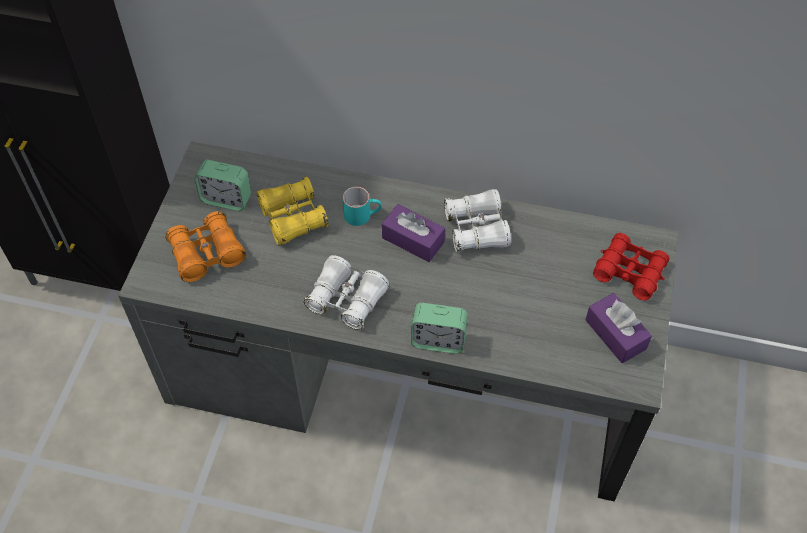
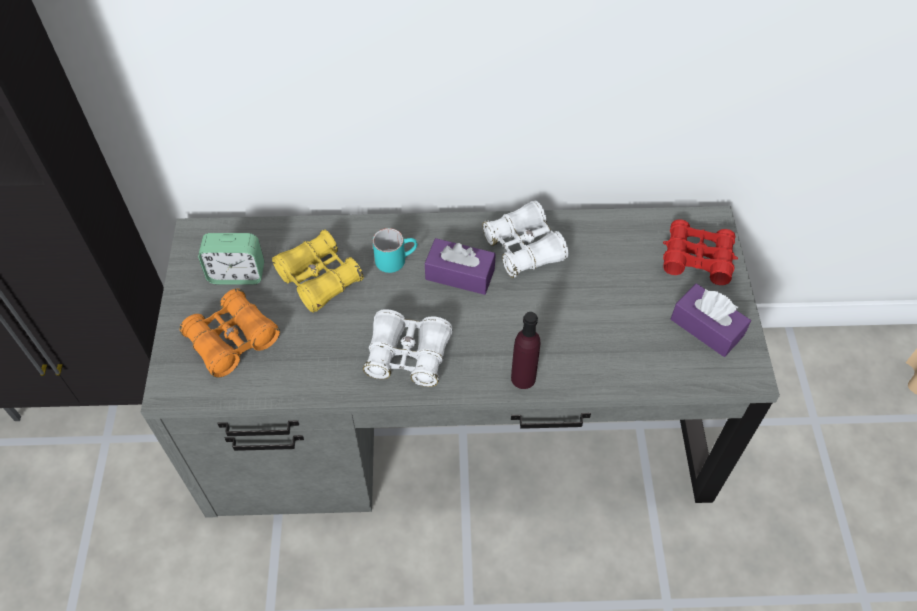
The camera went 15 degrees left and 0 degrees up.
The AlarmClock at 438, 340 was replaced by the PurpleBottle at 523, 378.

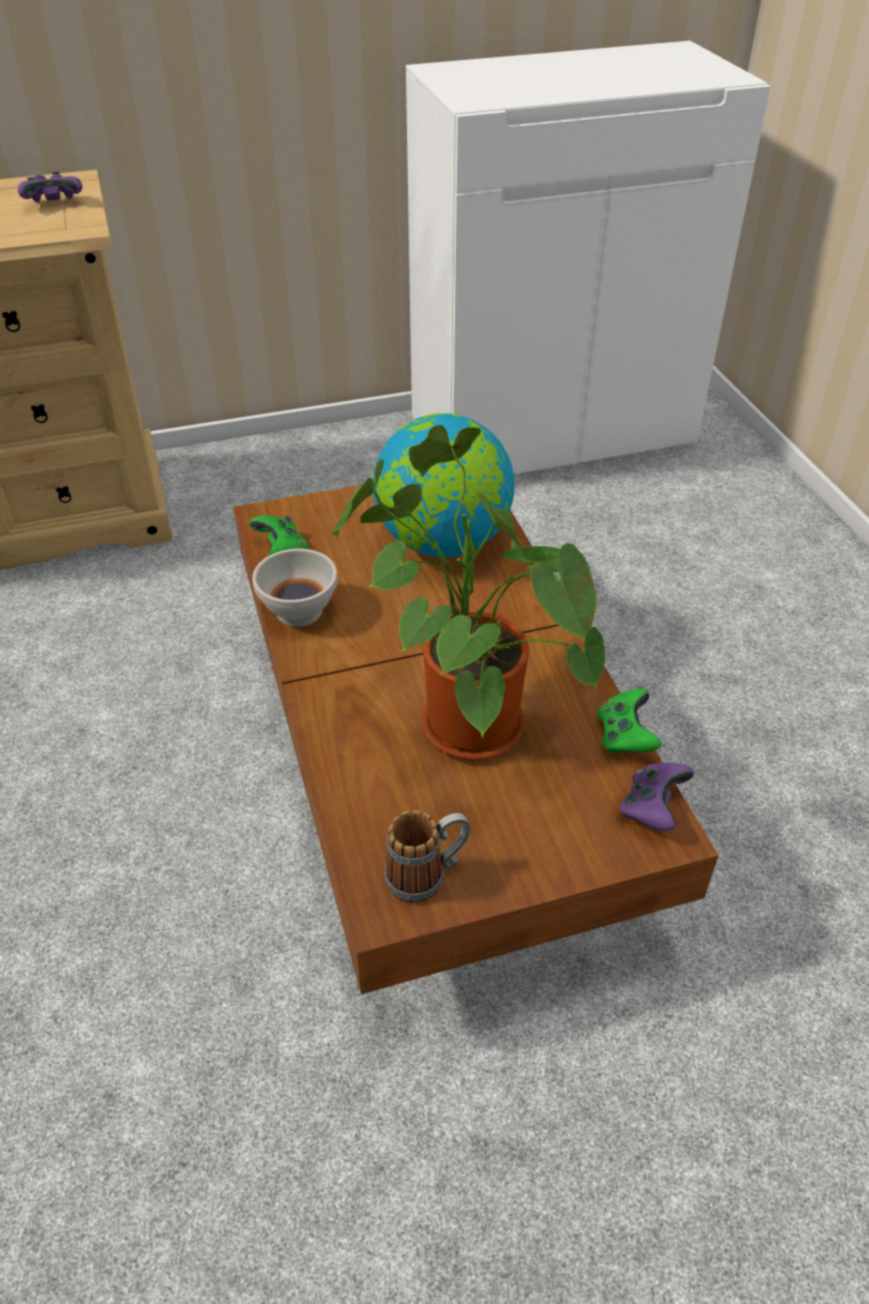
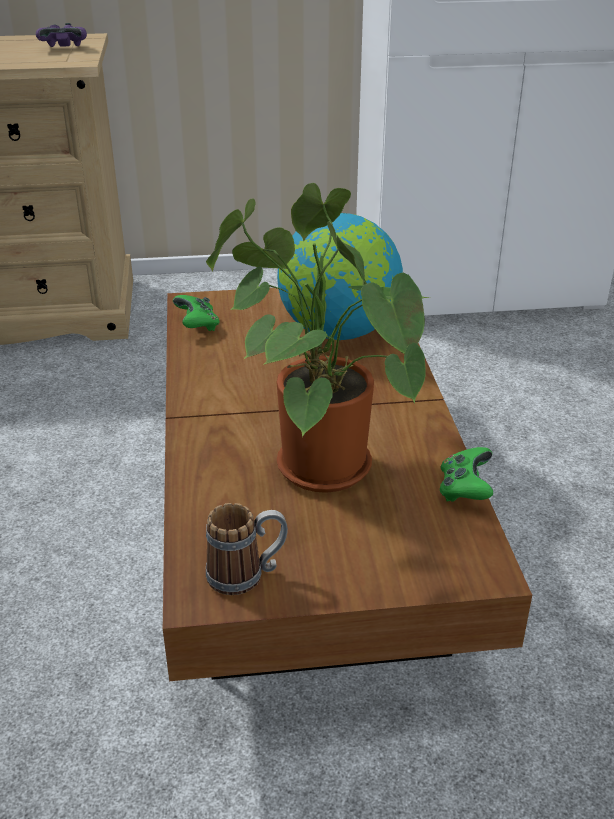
The camera went 10 degrees right and 10 degrees down.
The WhiteBowl at 298, 611 disappeared.
The PurpleGameController at 652, 807 disappeared.

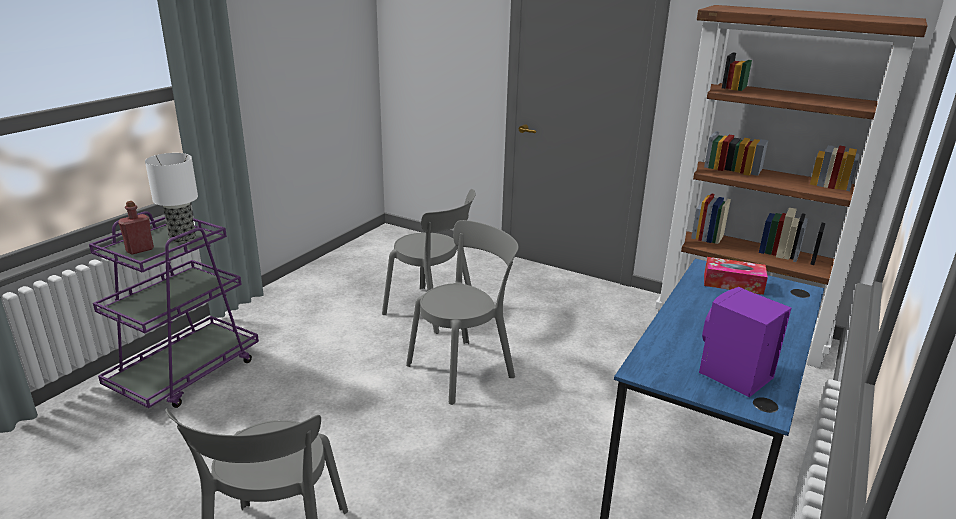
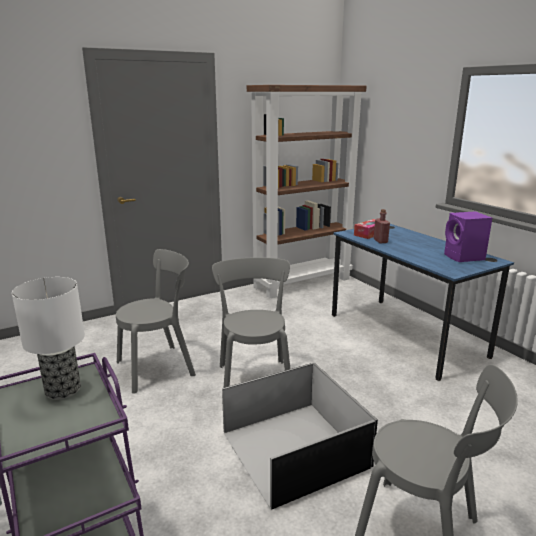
The camera went 60 degrees left and 5 degrees down.
The RedBottle moved from 140, 250 to 380, 241.
The BlackStorageBox at 293, 448 appeared.

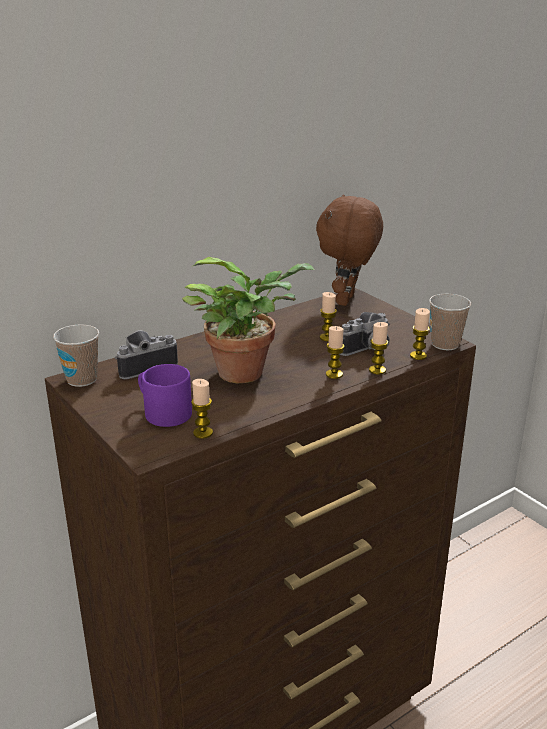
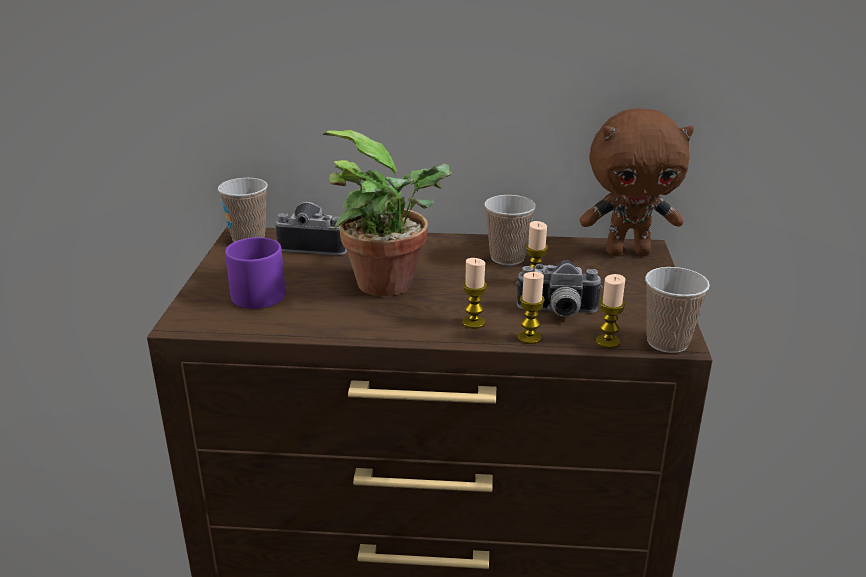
The camera went 40 degrees right and 0 degrees up.
The BrownPlushToy at 347, 300 turned 150 degrees counterclockwise.
The Candle at 203, 433 disappeared.
The Cup at 507, 258 appeared.

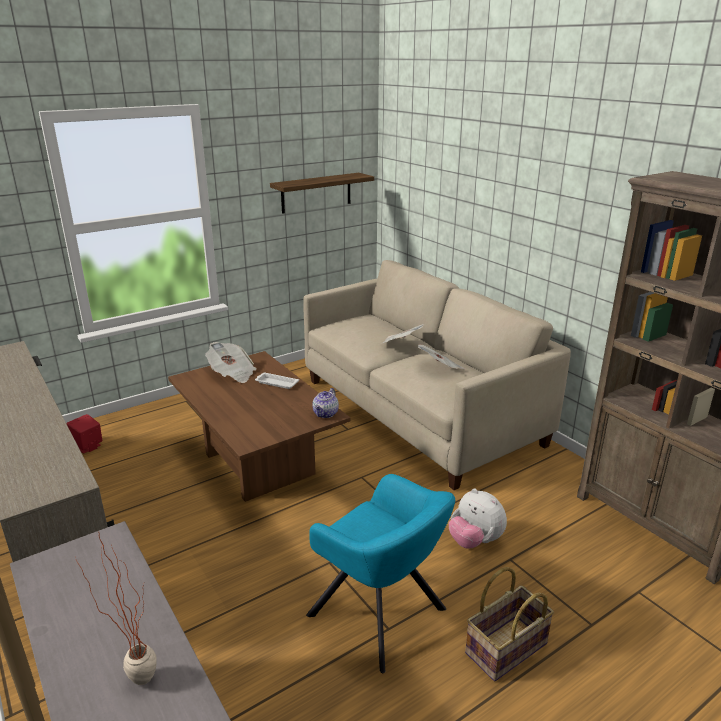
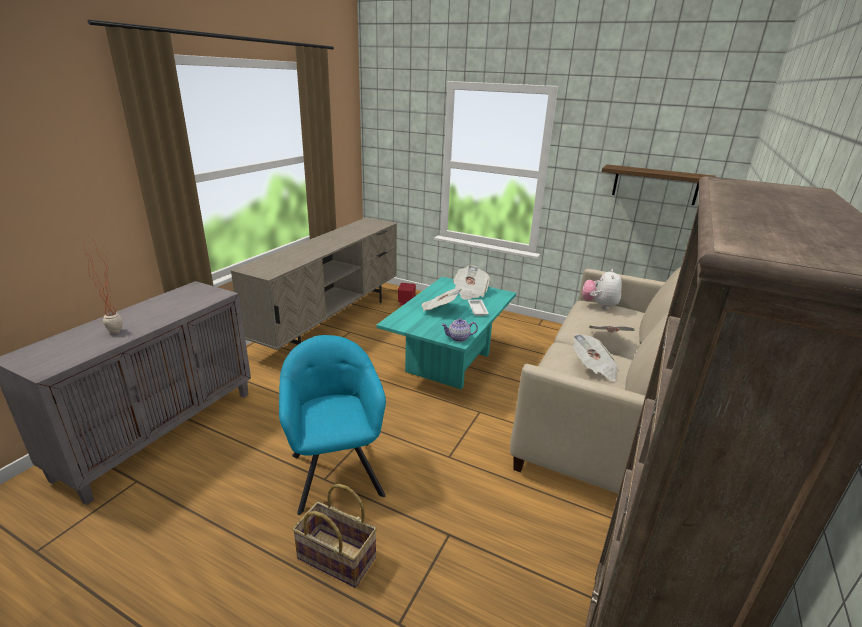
The camera went 60 degrees right and 0 degrees up.
The BrownCoffeeTable at 259, 464 became the TurquoiseCoffeeTable at 448, 362.
The TurquoiseArmchair at 381, 615 turned 150 degrees clockwise.
The PlushToy moved from 475, 541 to 599, 306.
The Newspaper at 440, 309 appeared.

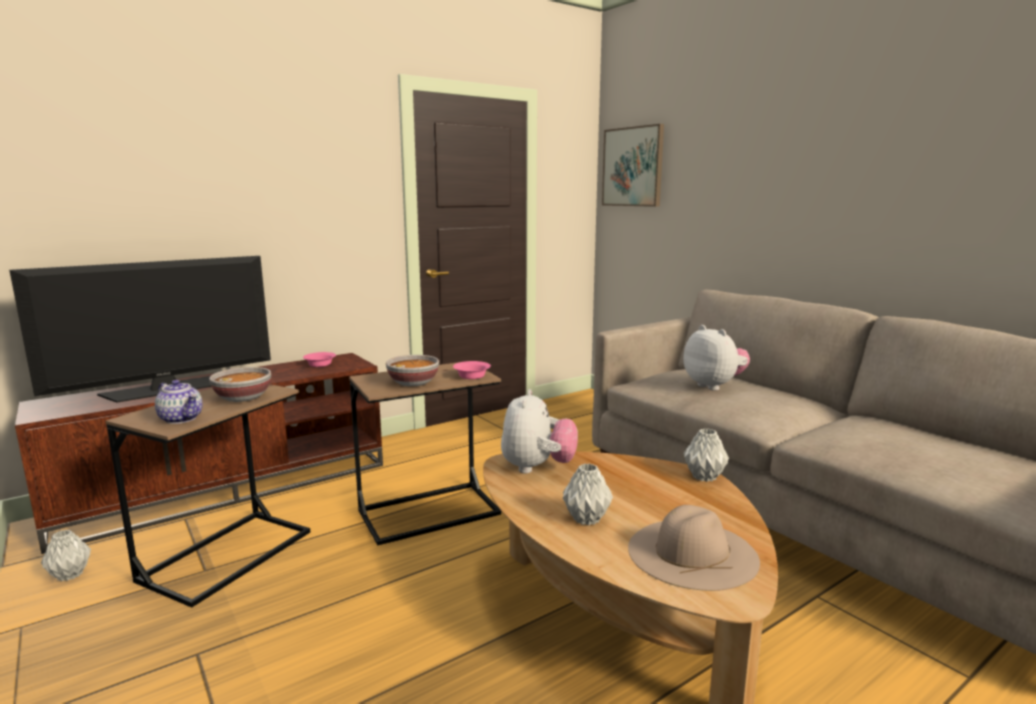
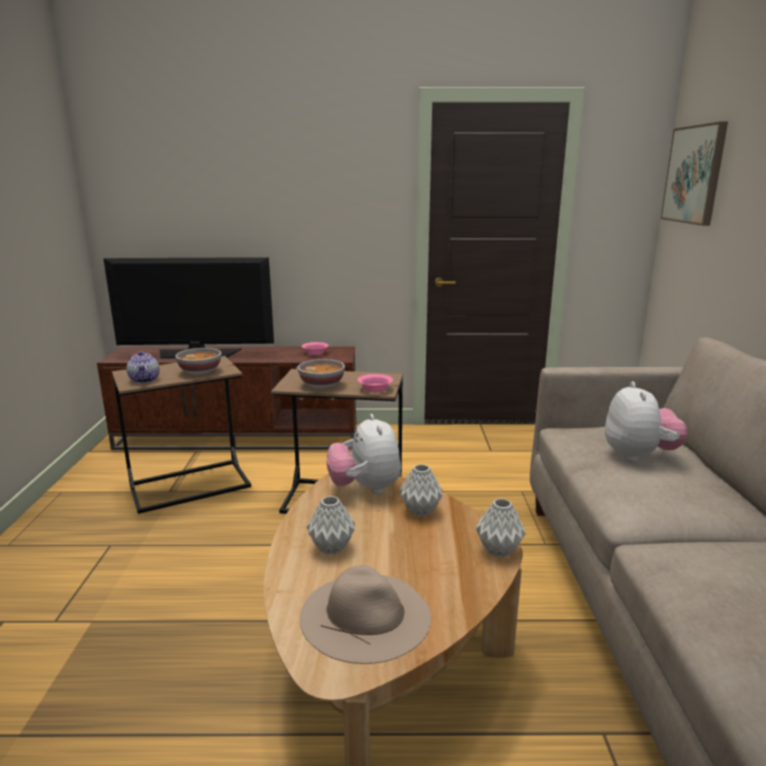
The camera went 35 degrees right and 5 degrees up.
The PlushToy at 537, 468 turned 120 degrees clockwise.
The GreyVase moved from 69, 575 to 420, 512.

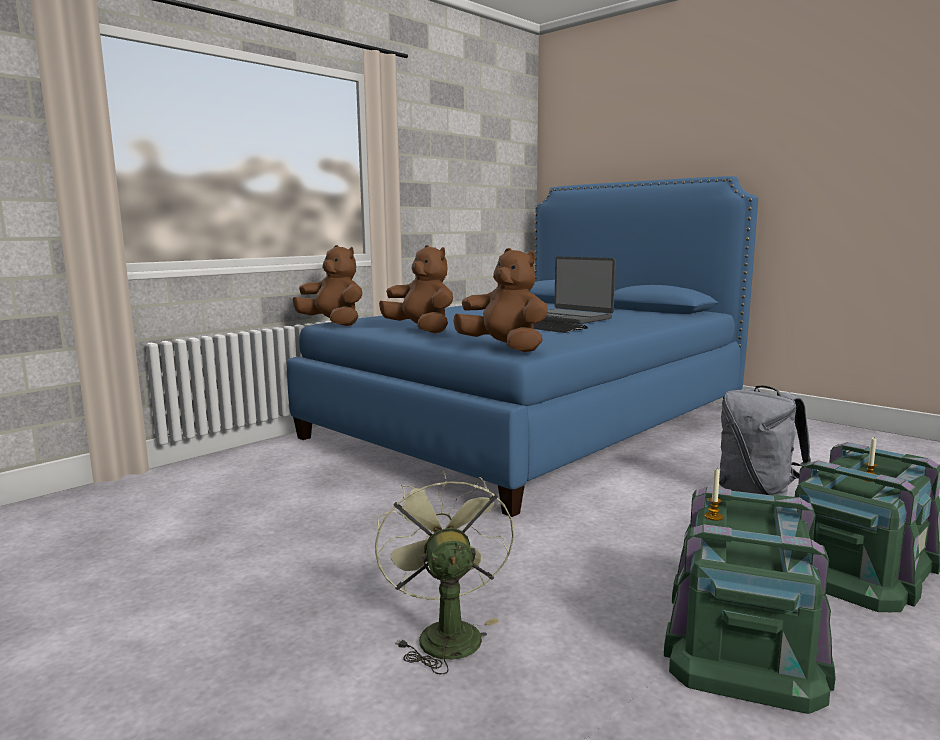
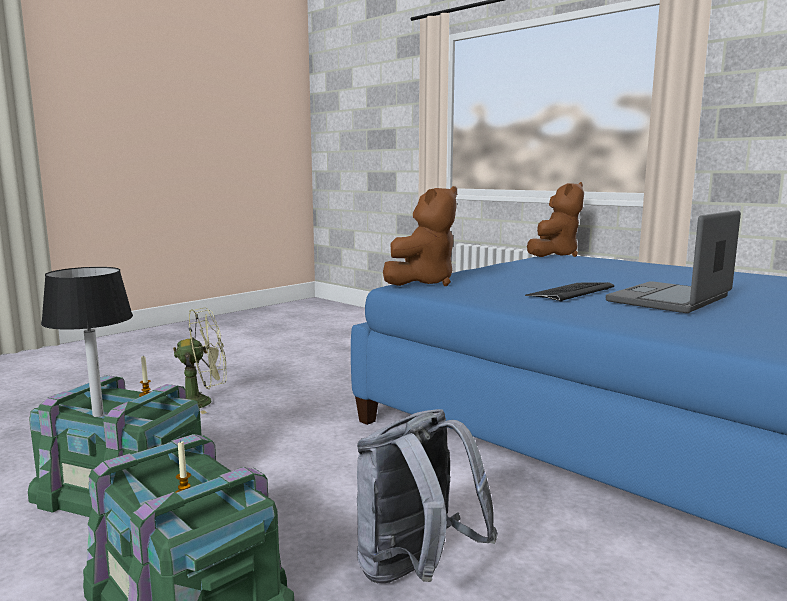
The camera went 90 degrees right and 0 degrees up.
The BrownPlushToy at 421, 330 disappeared.
The BlackTableLamp at 98, 415 appeared.

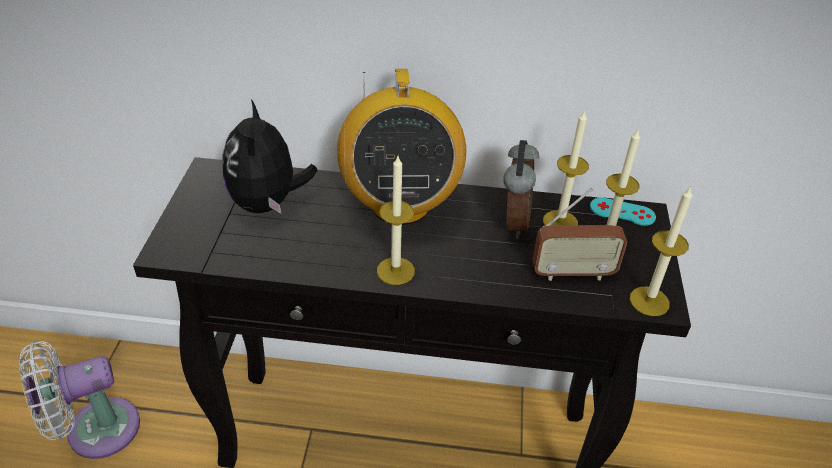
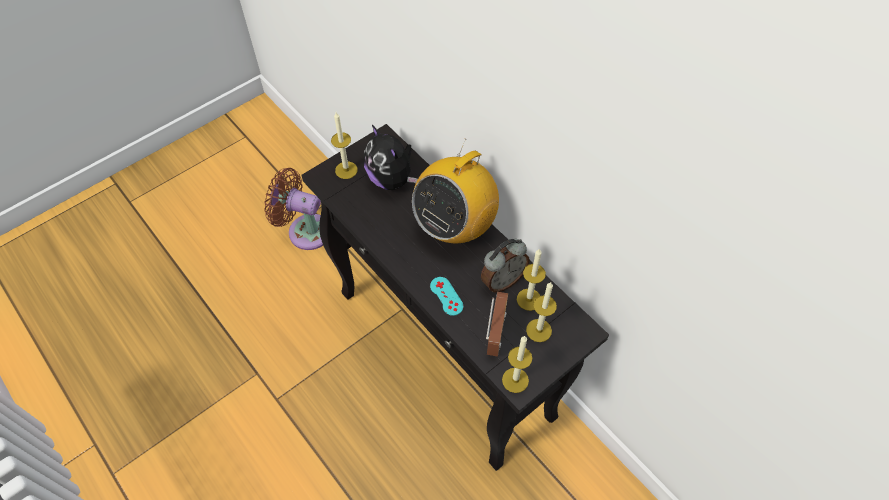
The camera went 45 degrees right and 15 degrees up.
The PlushToy at 268, 203 turned 75 degrees counterclockwise.
The Candle moved from 395, 271 to 346, 170.
The Radio at 572, 273 turned 120 degrees counterclockwise.
The TurquoiseGameController moved from 622, 212 to 446, 296.
The WhiteFan at 95, 431 became the BrownFan at 305, 230.

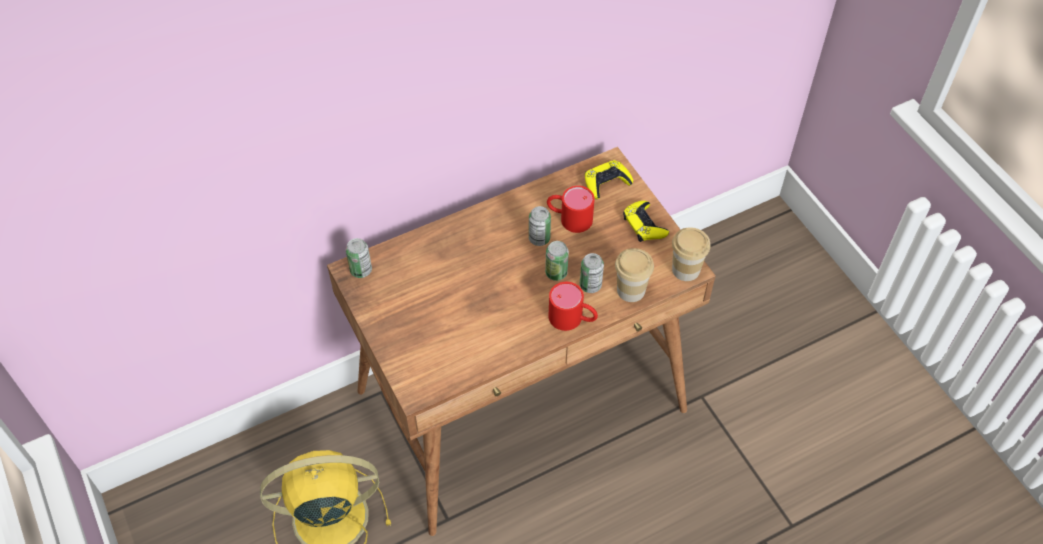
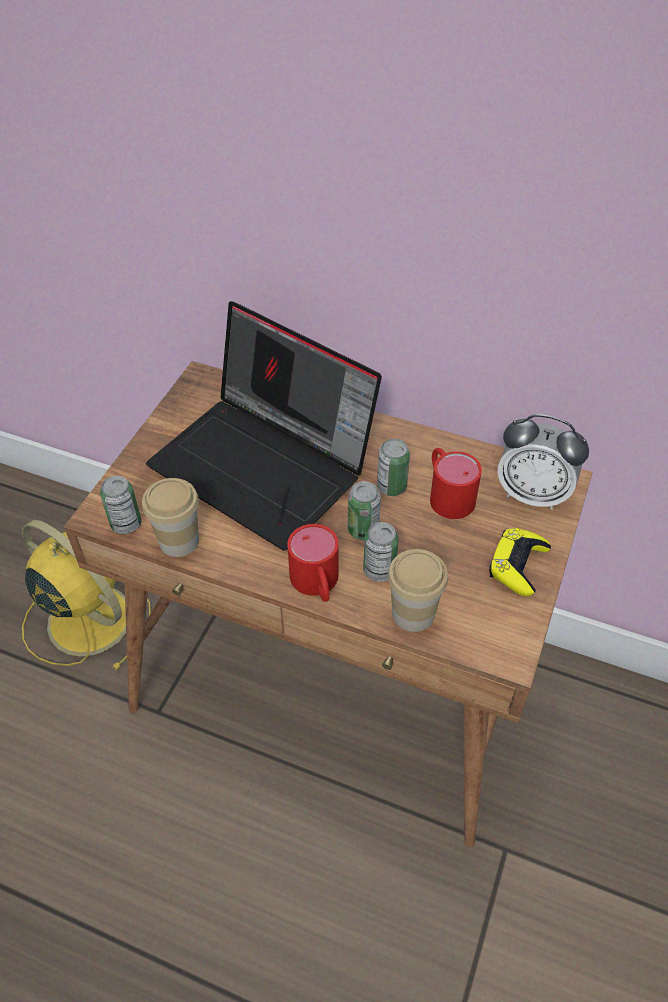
The camera went 50 degrees right and 5 degrees down.
The YellowGameController at 606, 183 was replaced by the AlarmClock at 532, 494.
The Cup moved from 686, 269 to 179, 541.
The Can moved from 361, 270 to 126, 524.
The Laptop at 266, 465 appeared.

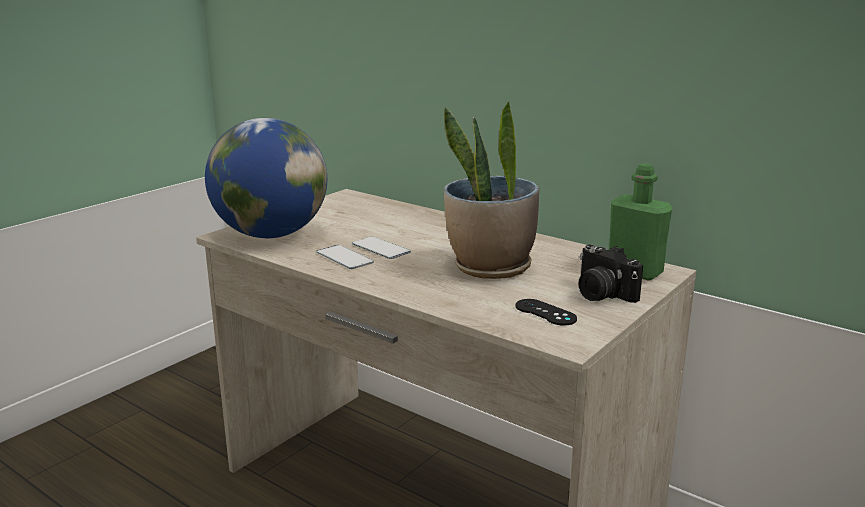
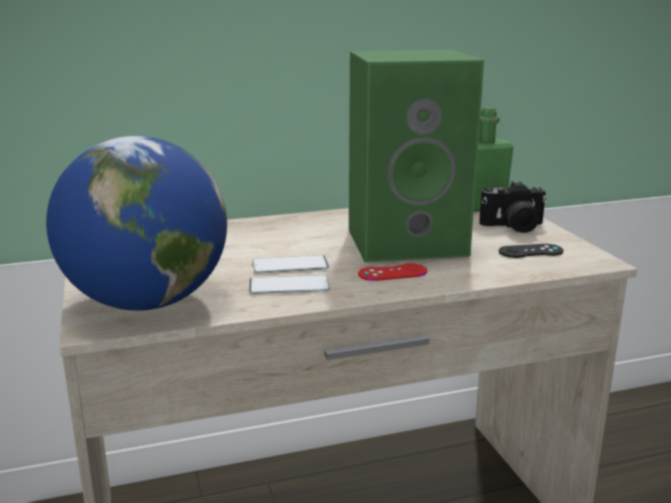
The camera went 55 degrees left and 0 degrees up.
The PottedPlant at 490, 268 was replaced by the GreenSpeaker at 409, 241.
The RedGameController at 392, 273 appeared.

